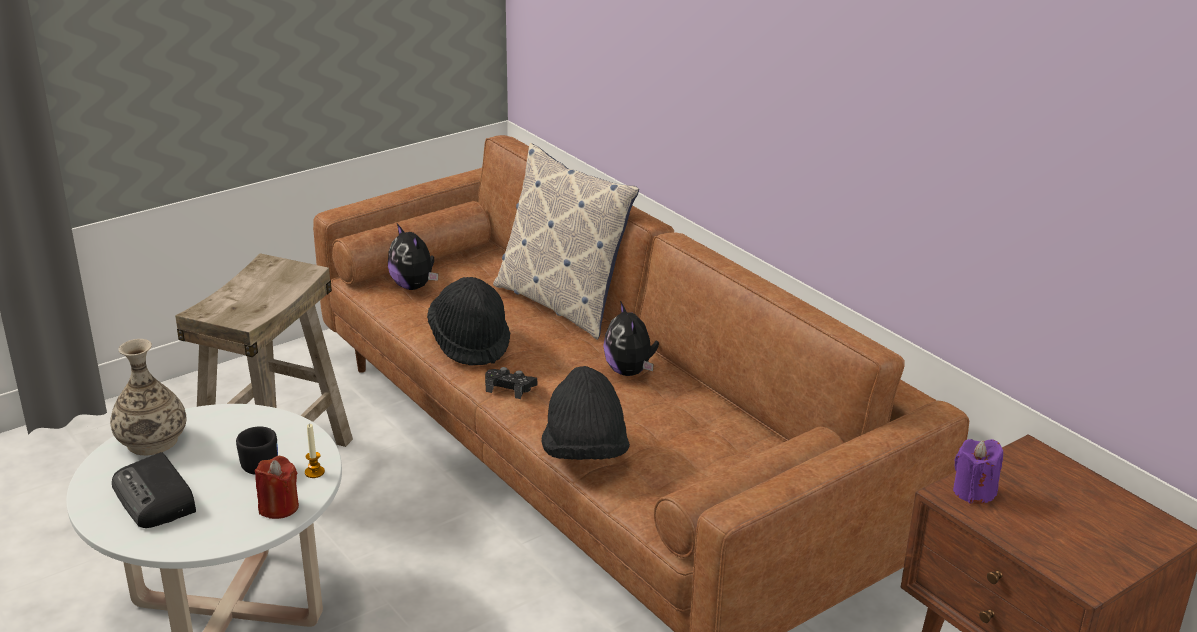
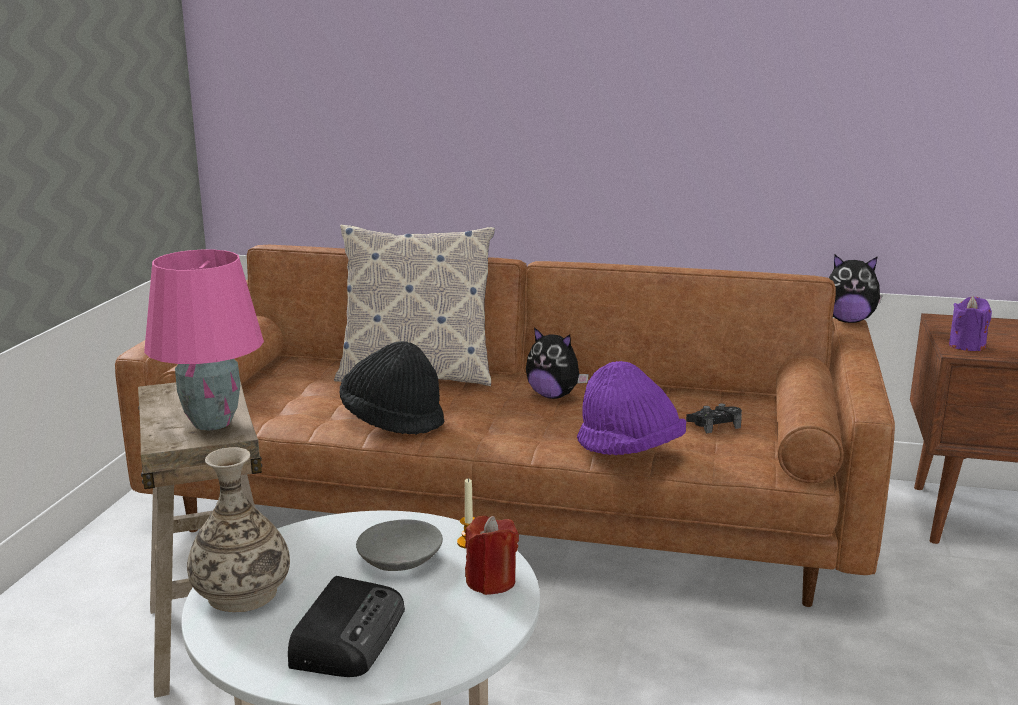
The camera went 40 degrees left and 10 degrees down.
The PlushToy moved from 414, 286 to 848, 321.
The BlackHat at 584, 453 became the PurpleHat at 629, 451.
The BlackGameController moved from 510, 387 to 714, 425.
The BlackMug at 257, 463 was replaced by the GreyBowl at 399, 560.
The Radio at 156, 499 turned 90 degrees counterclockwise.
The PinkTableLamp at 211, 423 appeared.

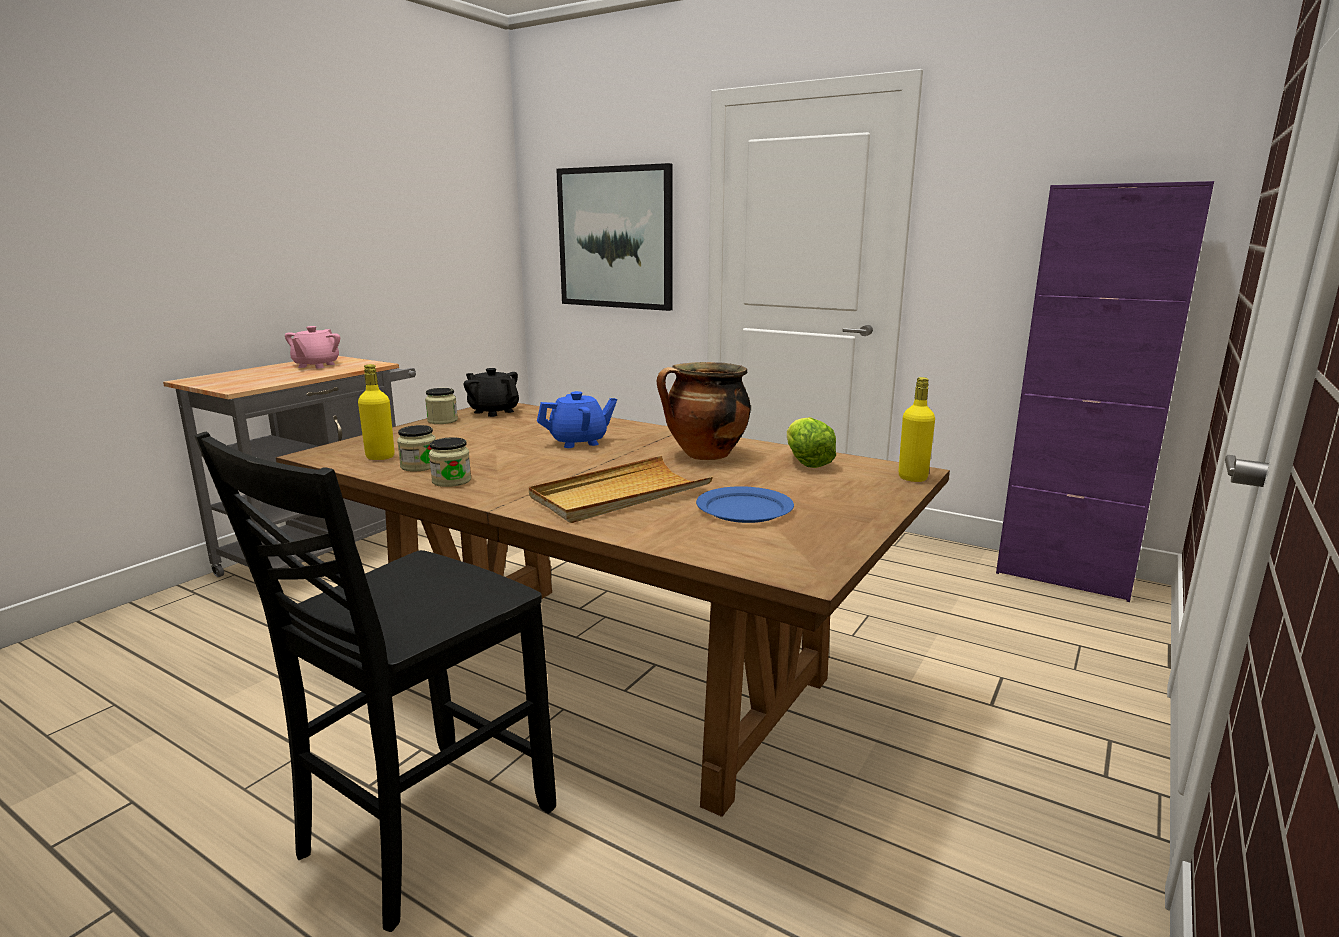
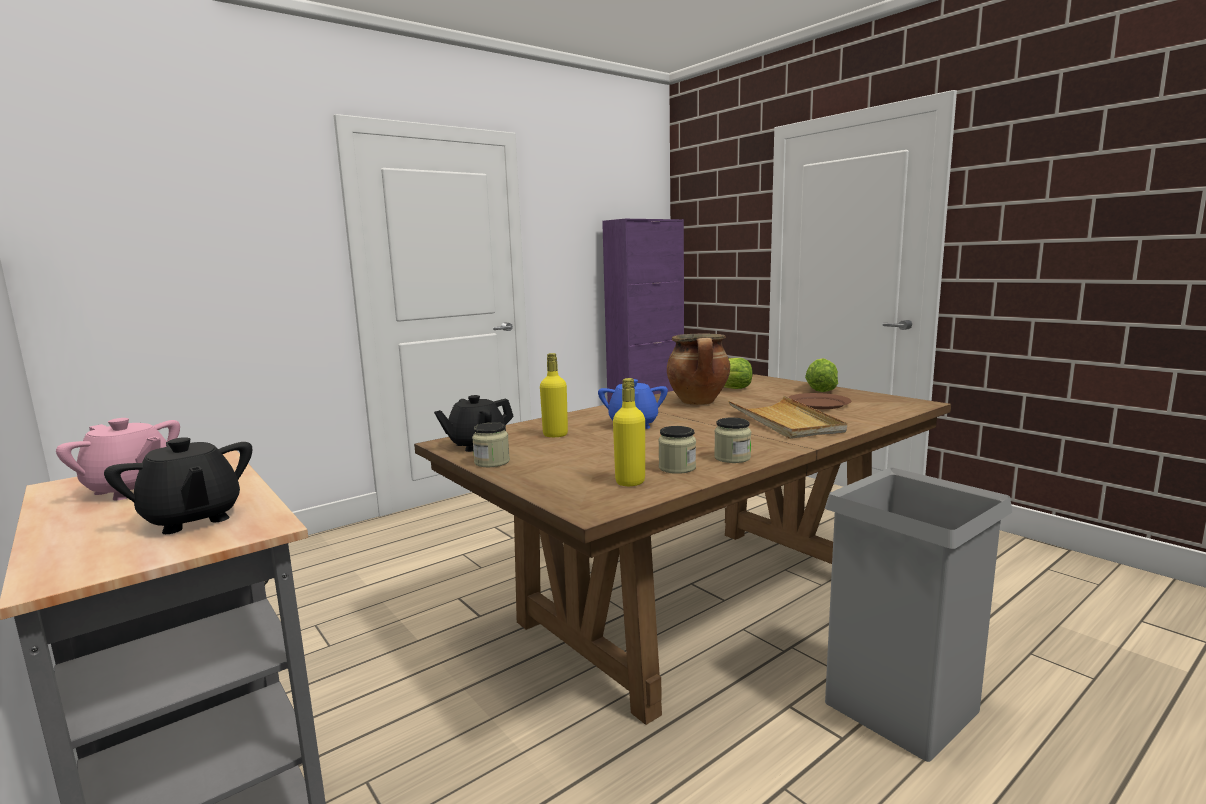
The camera went 70 degrees left and 5 degrees down.
The Picture at 615, 238 disappeared.
The YellowBottle moved from 912, 478 to 555, 435.
The BlackChair at 421, 831 was replaced by the GreyTrashCan at 900, 706.
The BluePlate at 745, 509 became the BrownPlate at 819, 403.
The Lettuce at 820, 389 appeared.
The BlackTeapot at 192, 519 appeared.

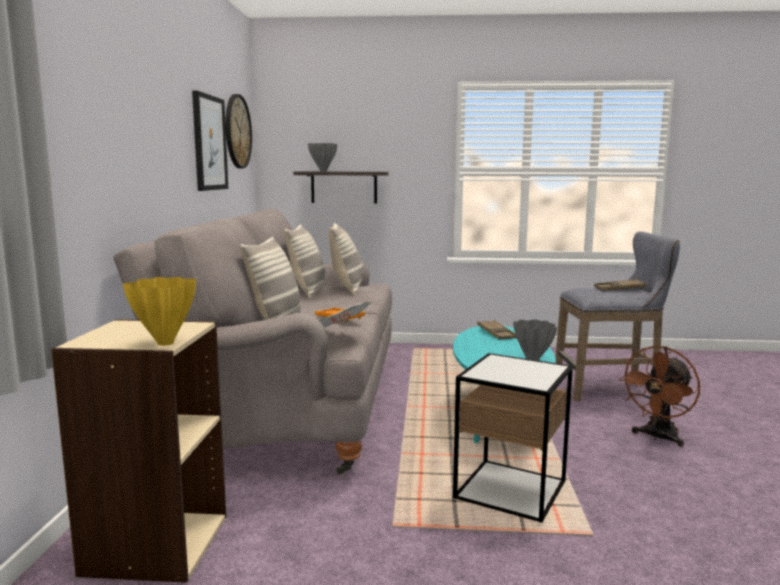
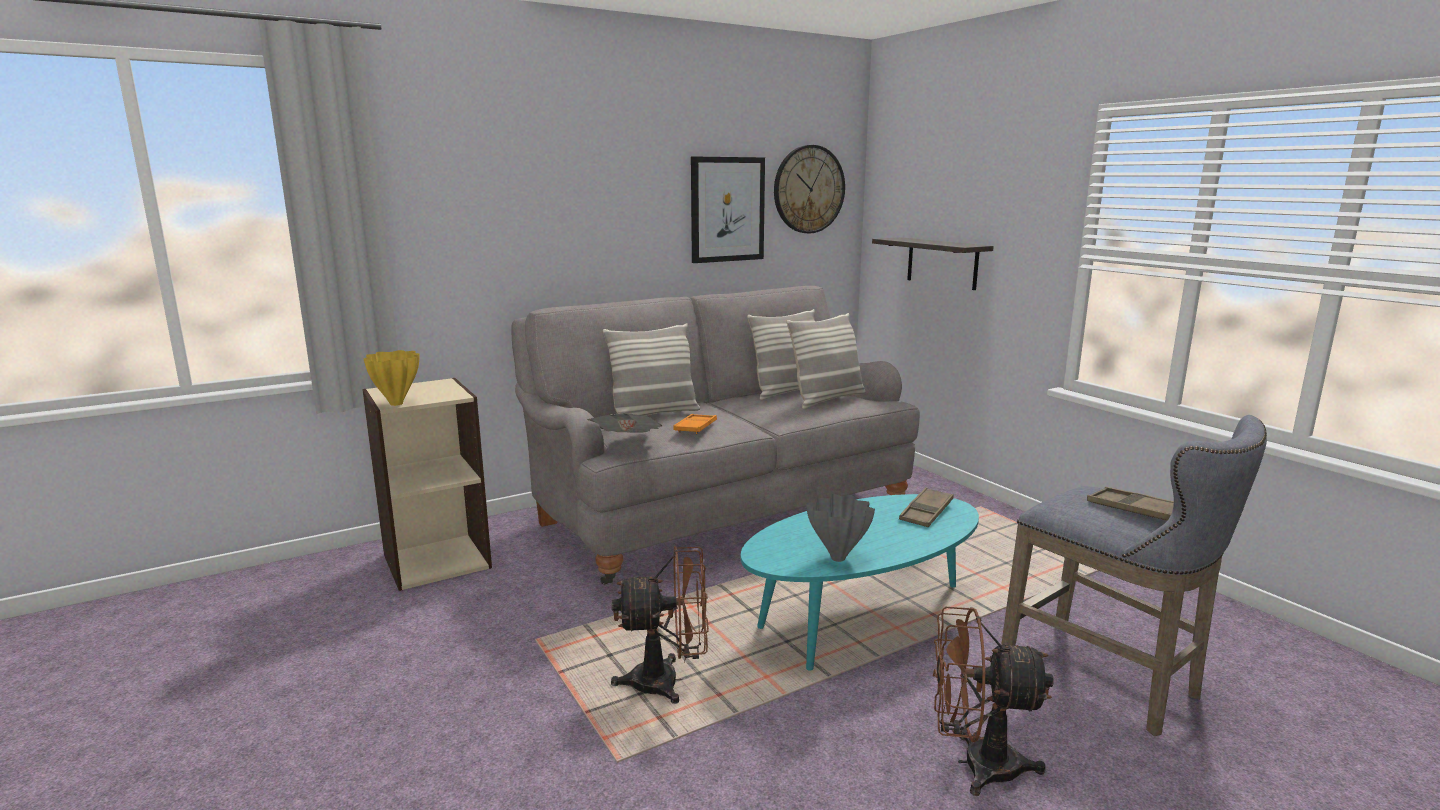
The camera went 55 degrees right and 5 degrees up.
The GreyVase at 323, 171 disappeared.
The SideTable at 510, 490 was replaced by the BrownFan at 668, 682.

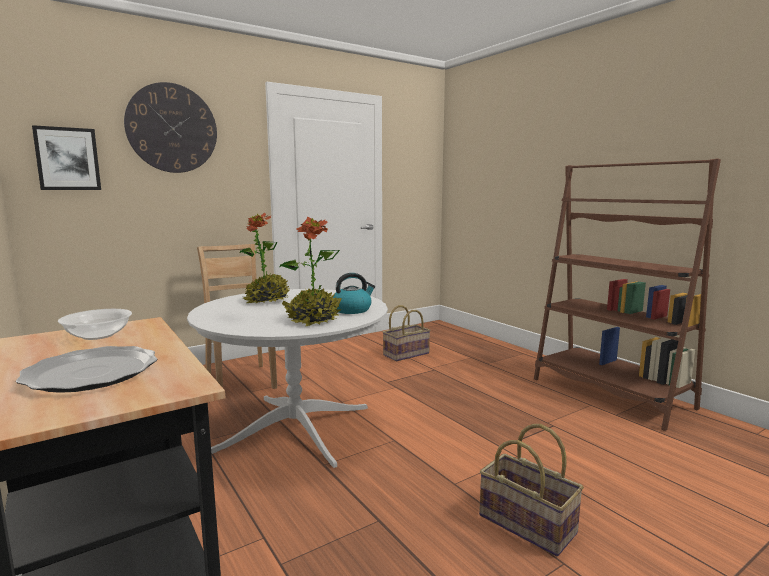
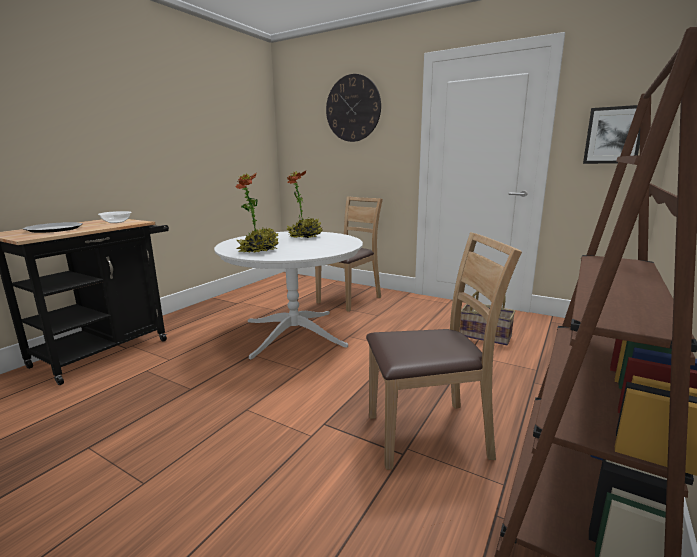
The camera went 65 degrees right and 5 degrees up.
The Picture moved from 67, 159 to 613, 135.
The Kettle at 352, 310 disappeared.
The Basket at 528, 523 disappeared.
The BrownChair at 428, 434 appeared.

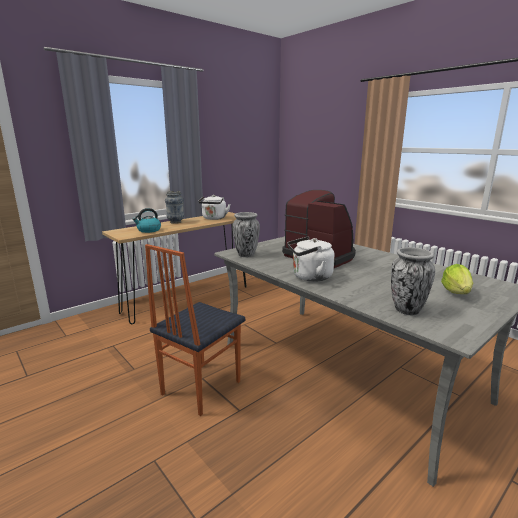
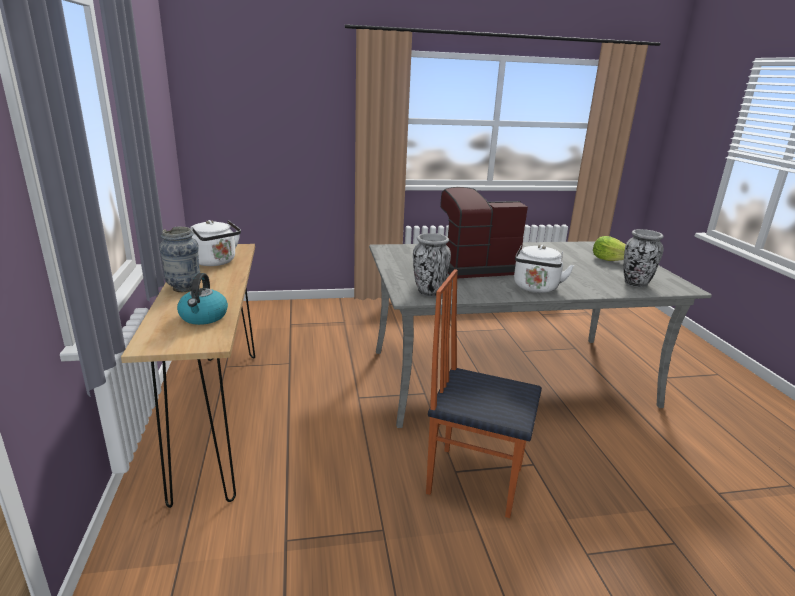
The camera went 60 degrees left and 5 degrees up.
The Chair at 200, 387 turned 135 degrees clockwise.

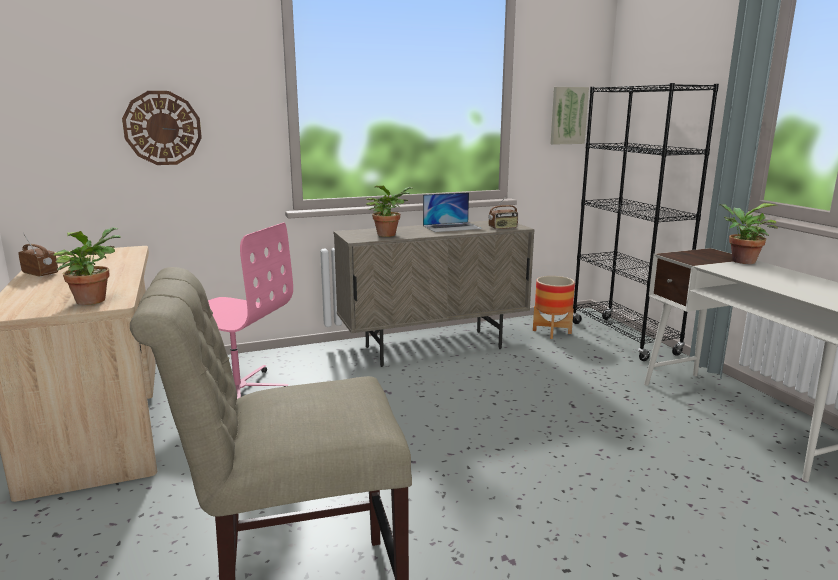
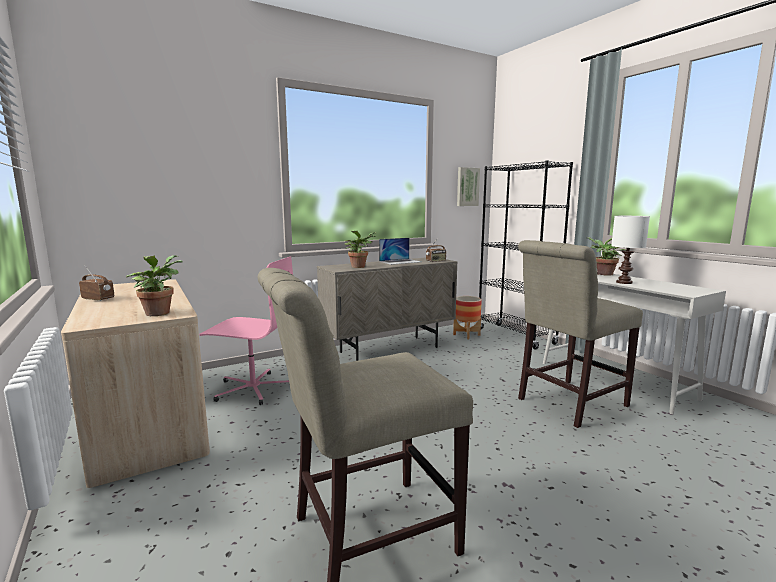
The camera went 10 degrees left and 5 degrees down.
The WallClock at 162, 128 disappeared.
The WhiteTableLamp at 625, 282 appeared.
The BeigeChair at 567, 403 appeared.

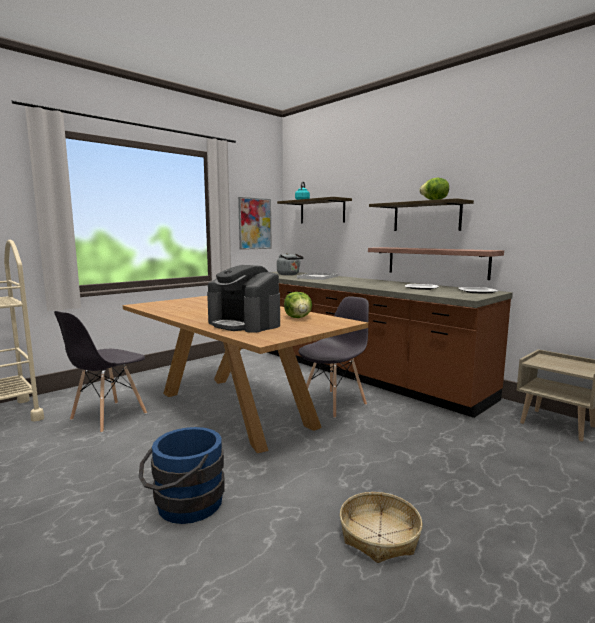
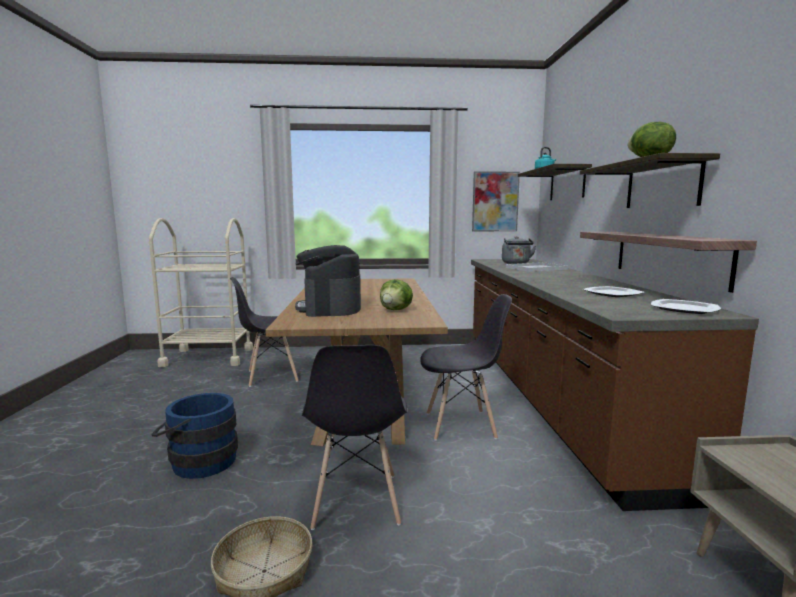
The camera went 40 degrees right and 0 degrees up.
The GreyChair at 356, 501 appeared.

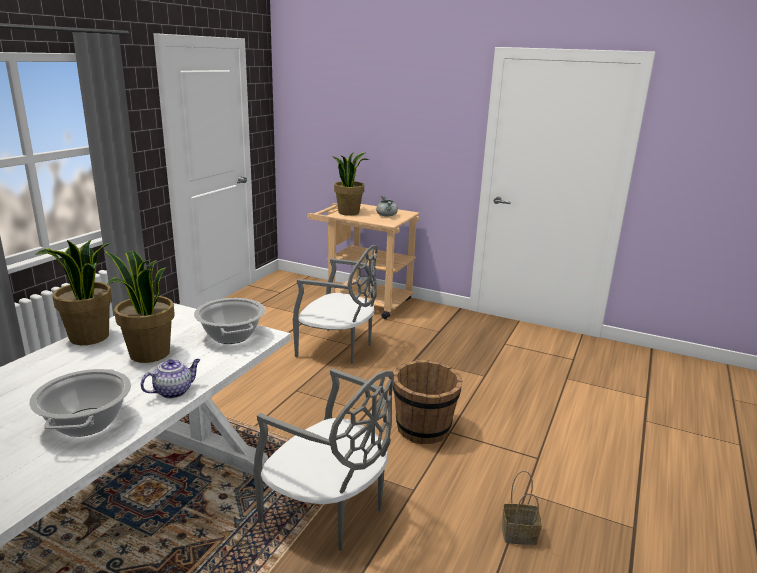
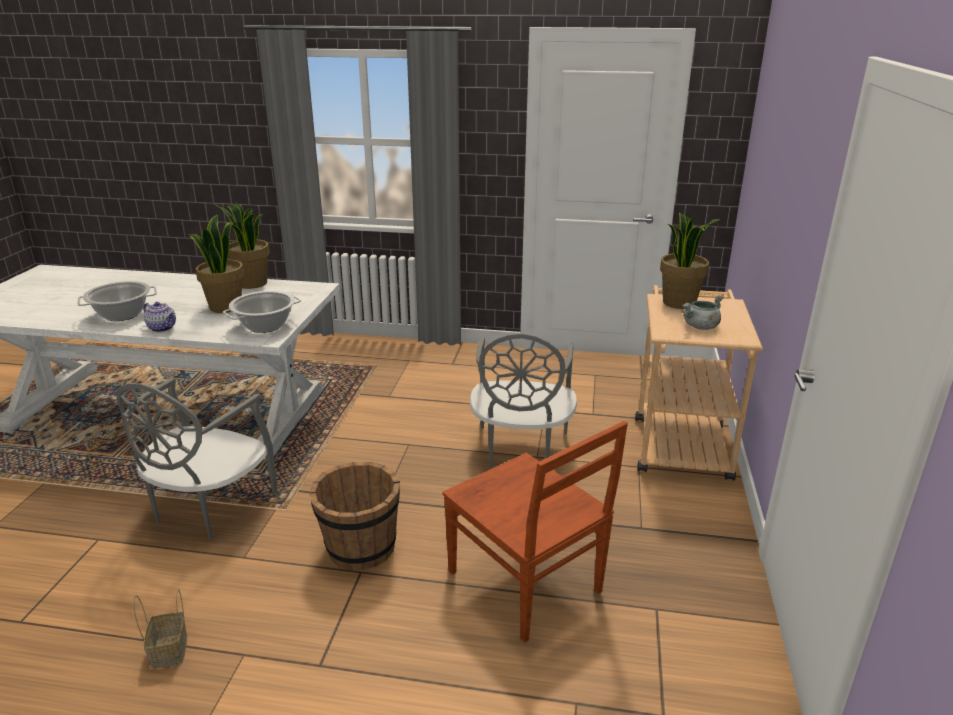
The camera went 75 degrees right and 5 degrees up.
The BrownChair at 526, 584 appeared.

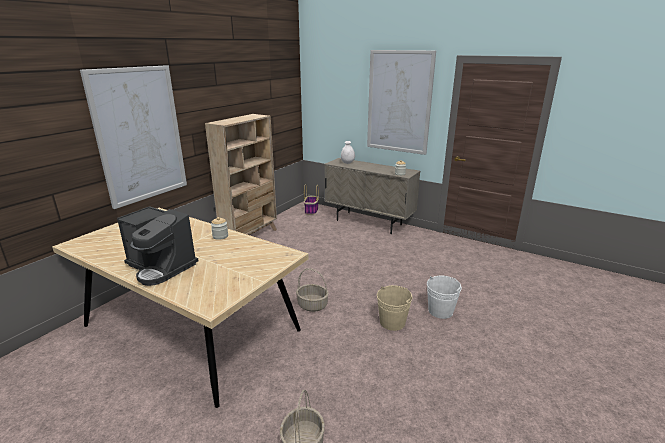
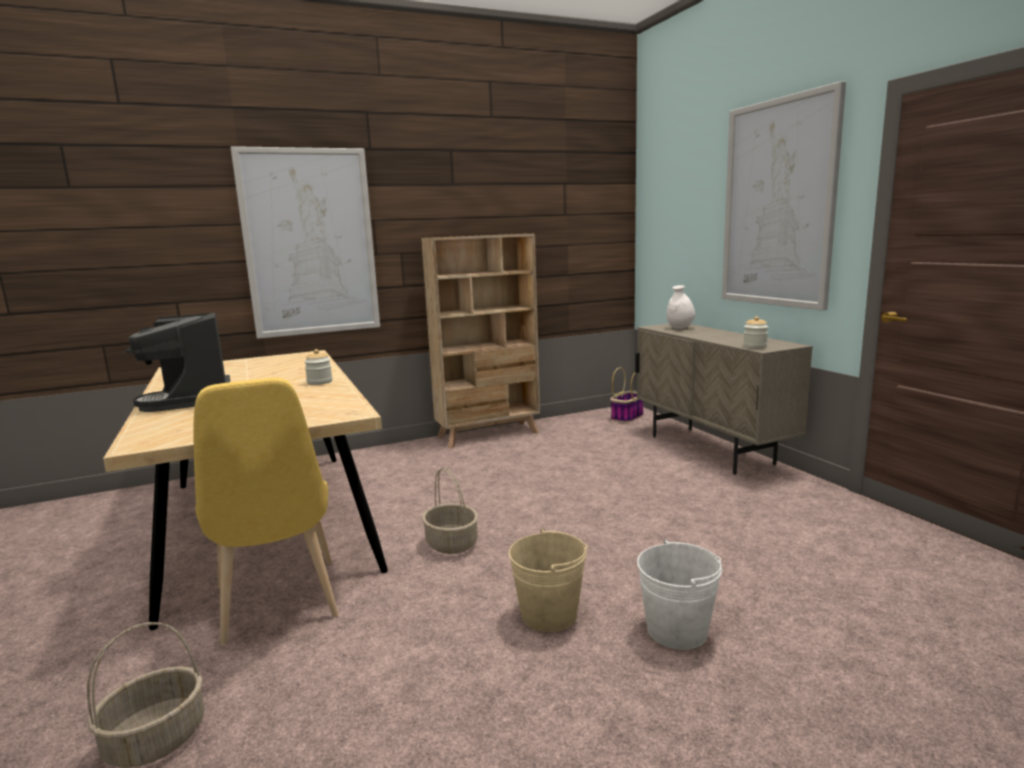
The camera went 35 degrees right and 10 degrees down.
The YellowChair at 279, 606 appeared.

